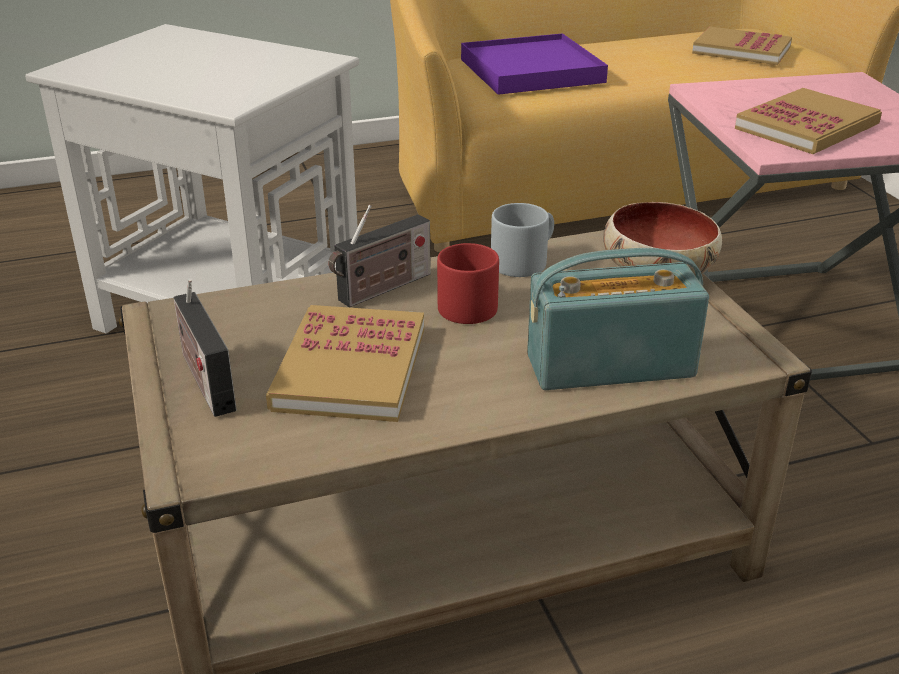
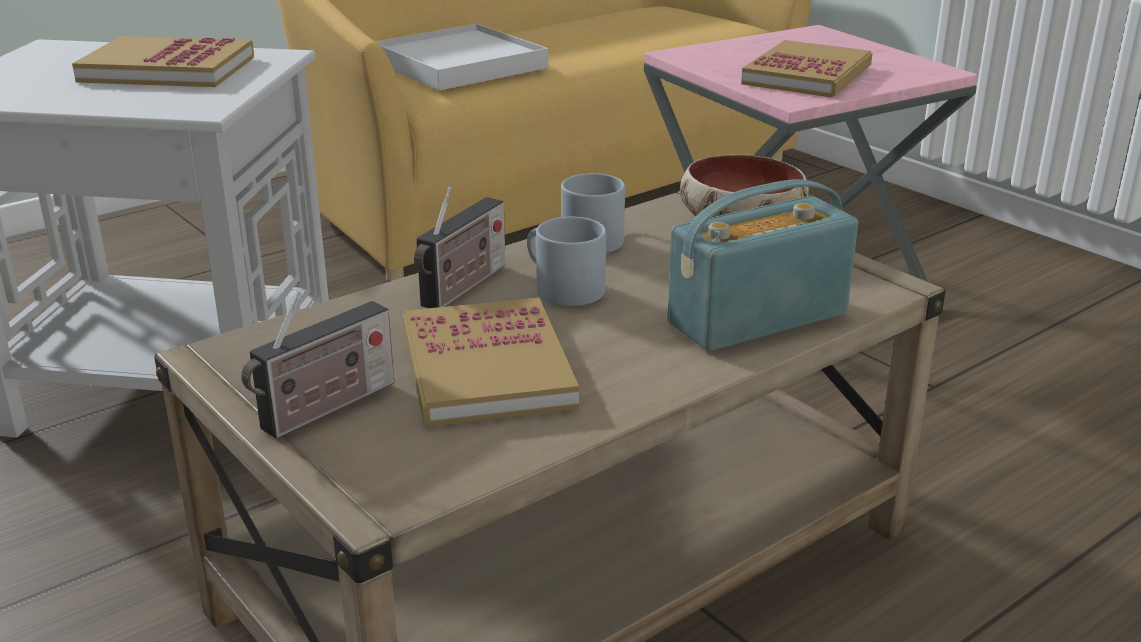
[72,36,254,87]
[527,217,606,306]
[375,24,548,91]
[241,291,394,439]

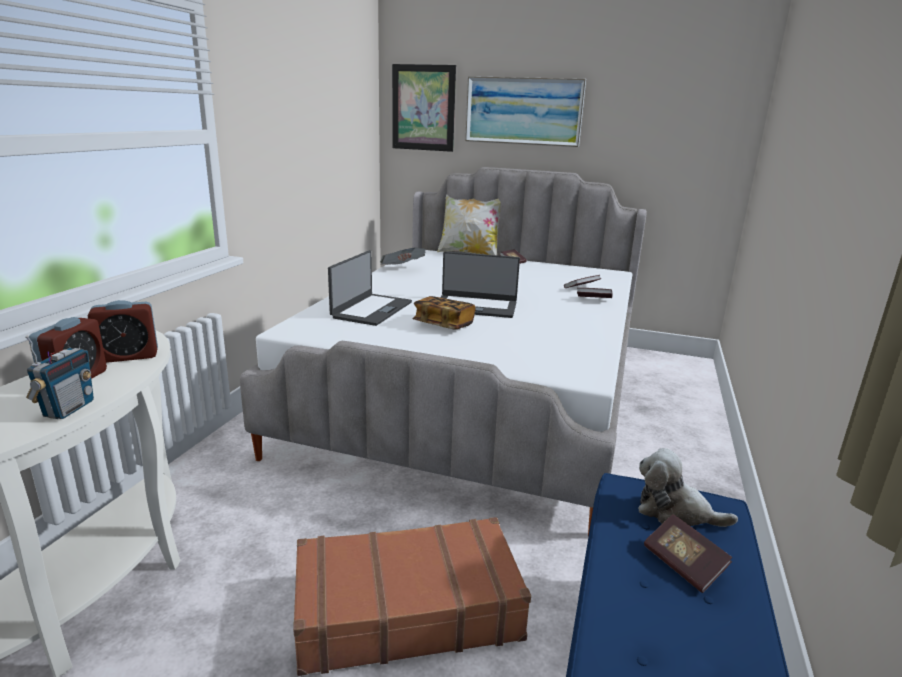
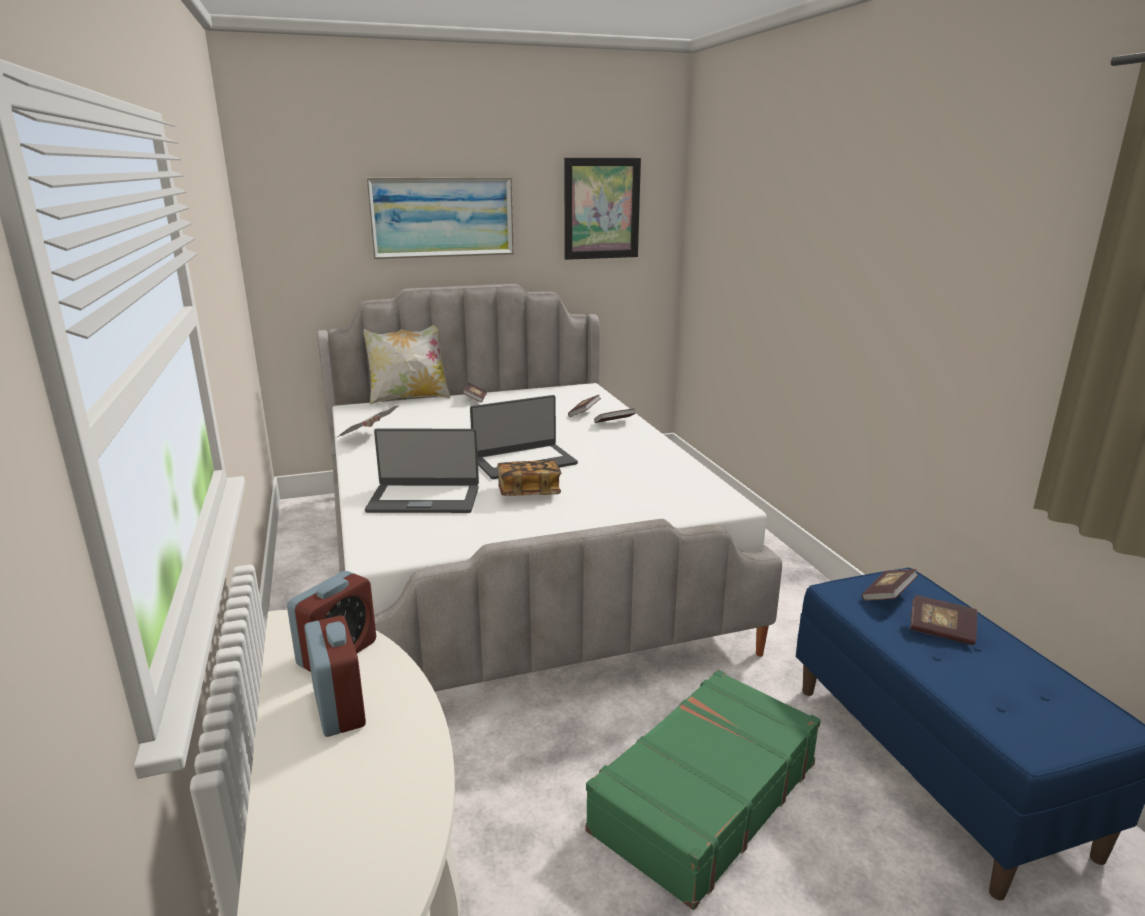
[25,335,94,419] (first image)
[564,158,641,260]
[862,569,918,600]
[585,670,821,910]
[365,429,479,513]

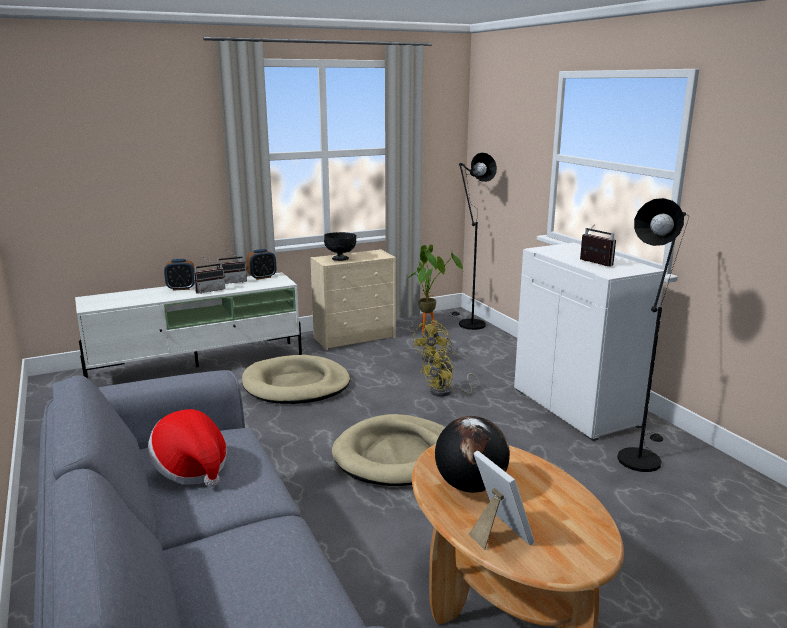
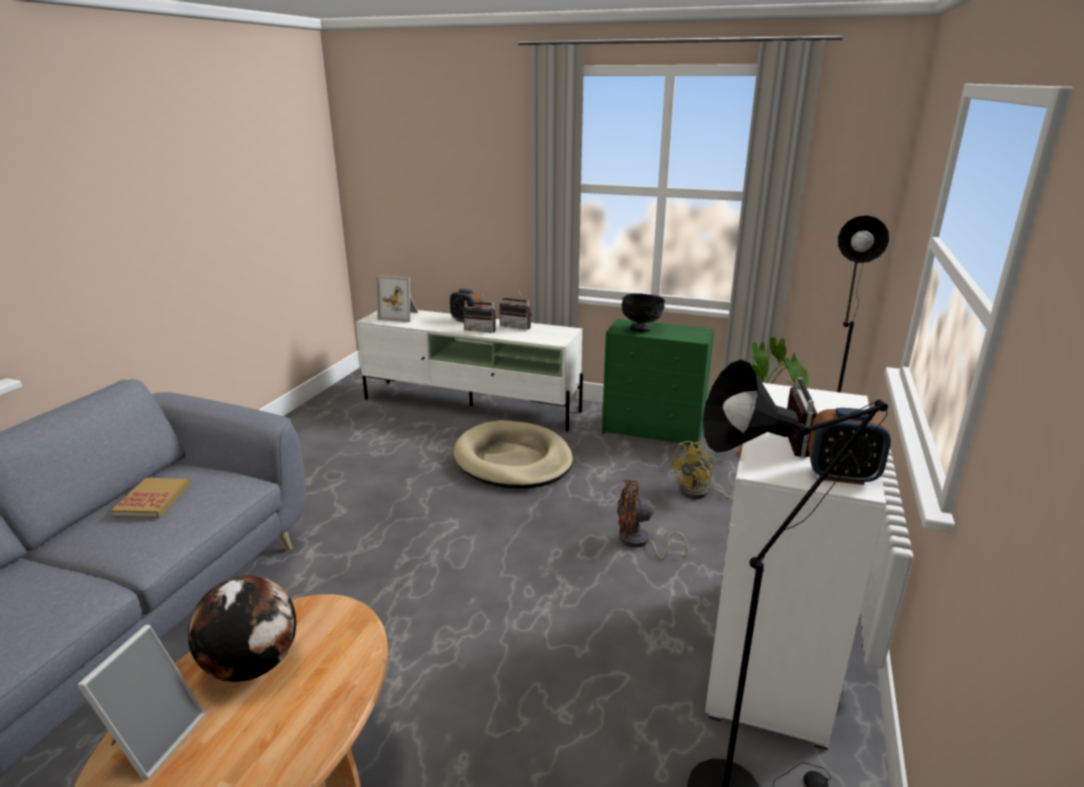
[332,414,445,486] (first image)
[376,275,419,322]
[808,408,891,485]
[111,478,190,518]
[602,318,714,448]
[617,480,688,559]

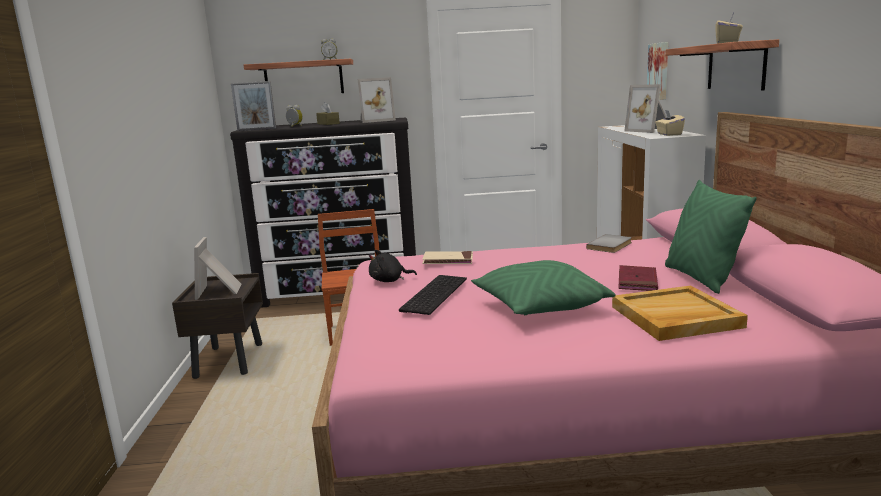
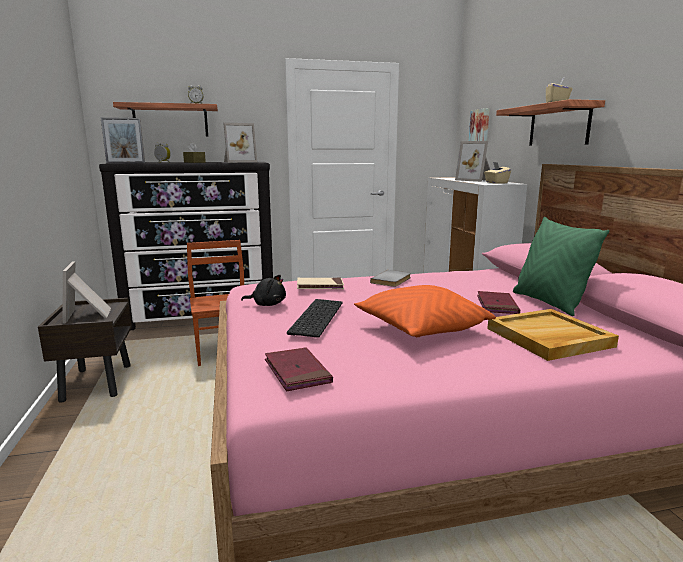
[265,347,333,391]
[370,270,411,287]
[354,285,496,337]
[241,275,286,306]

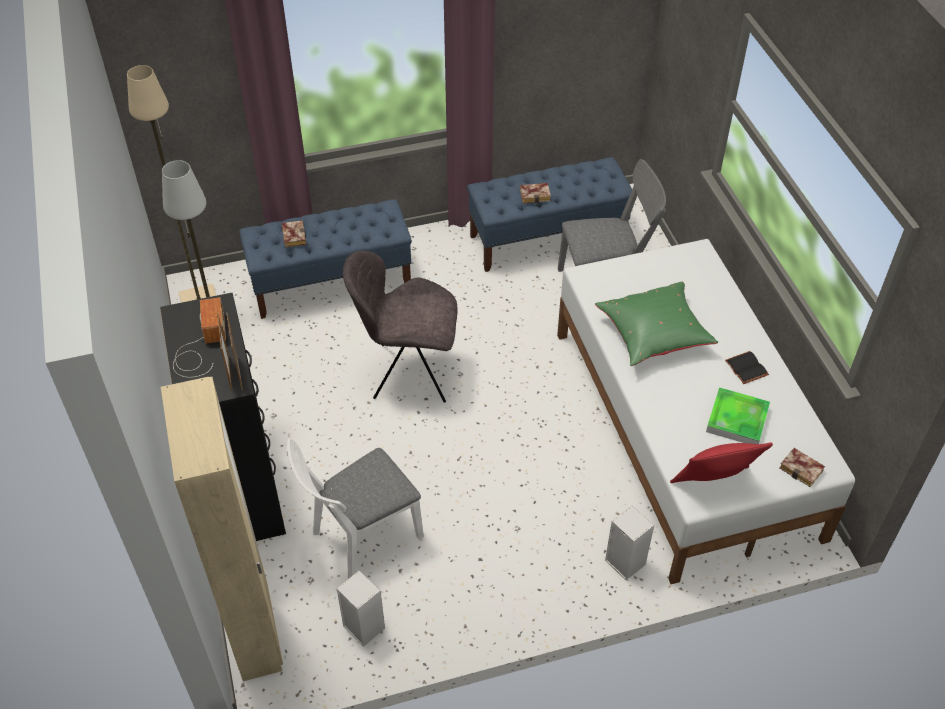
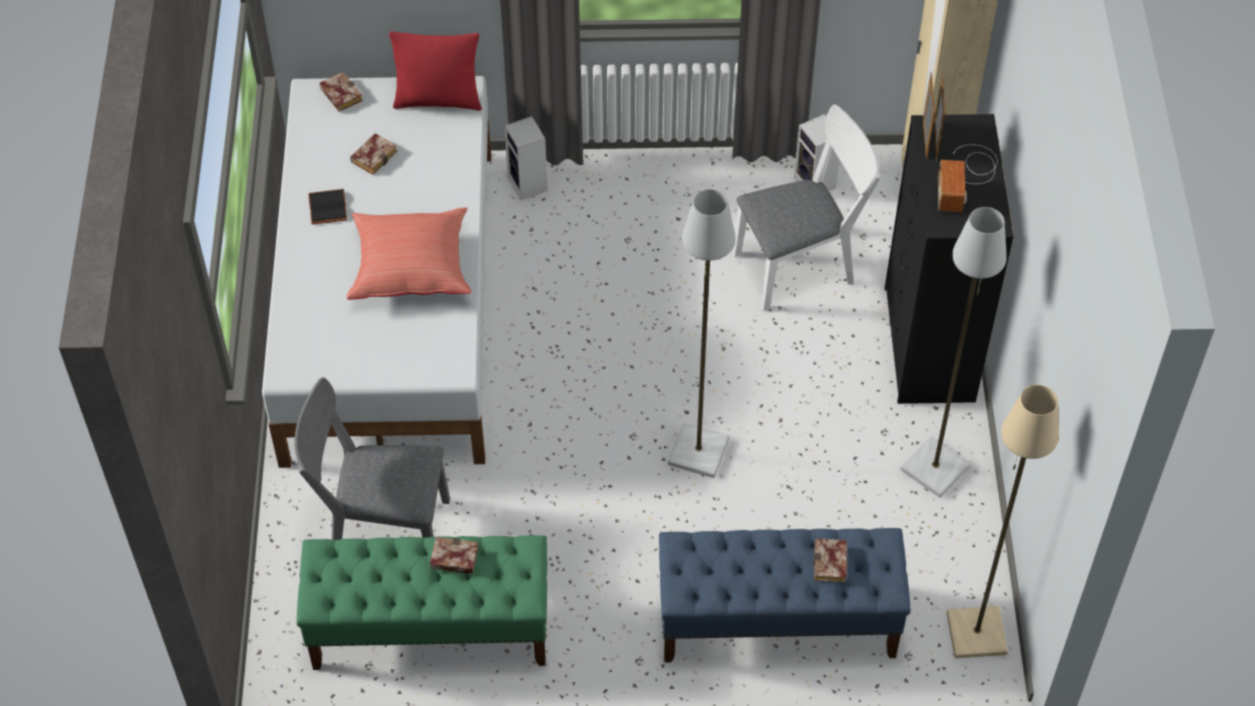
[668,189,736,478]
[350,133,397,175]
[297,535,547,670]
[346,207,471,300]

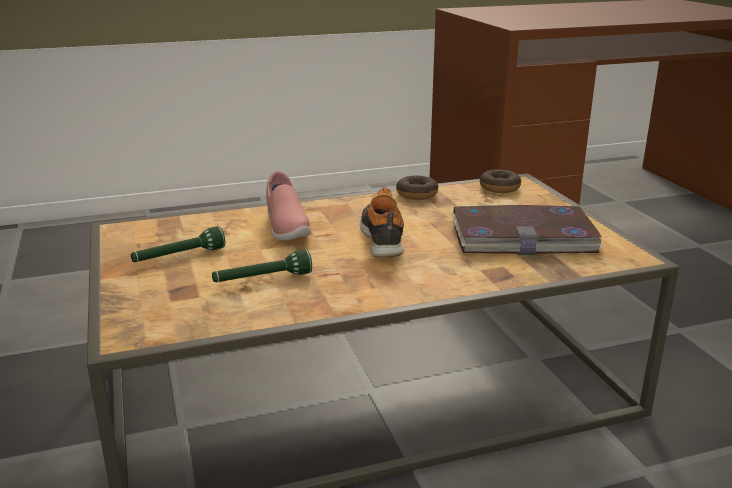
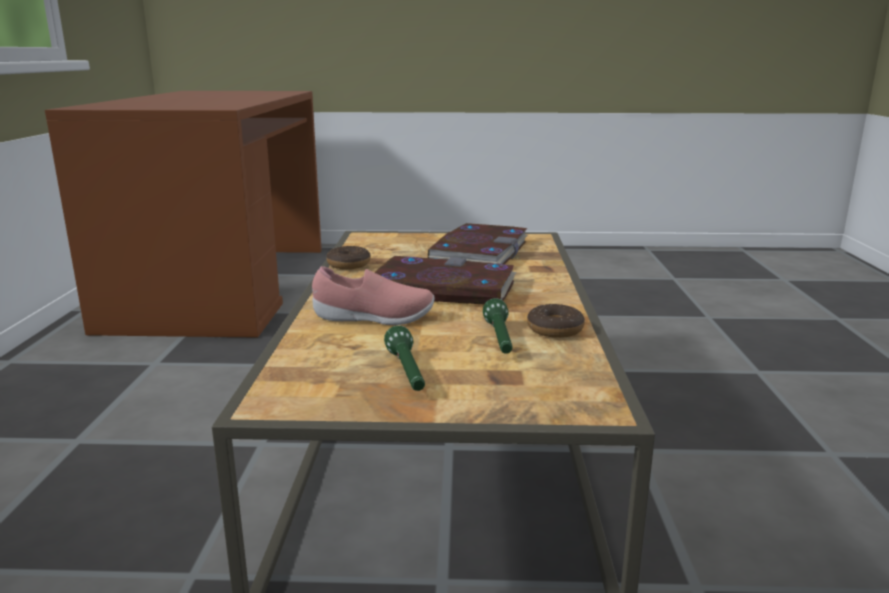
[527,304,585,338]
[374,256,516,304]

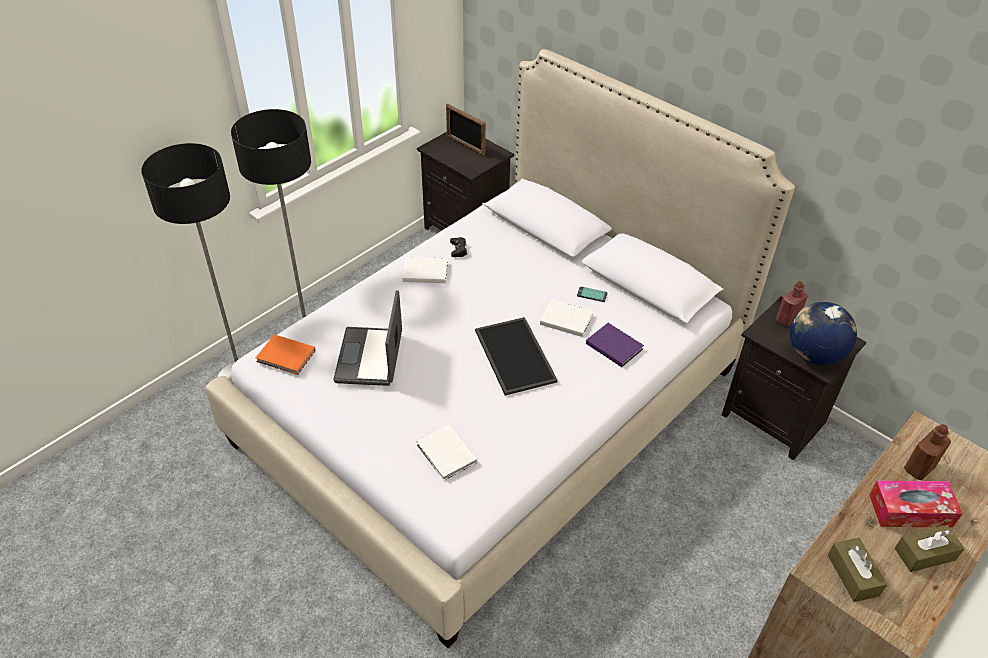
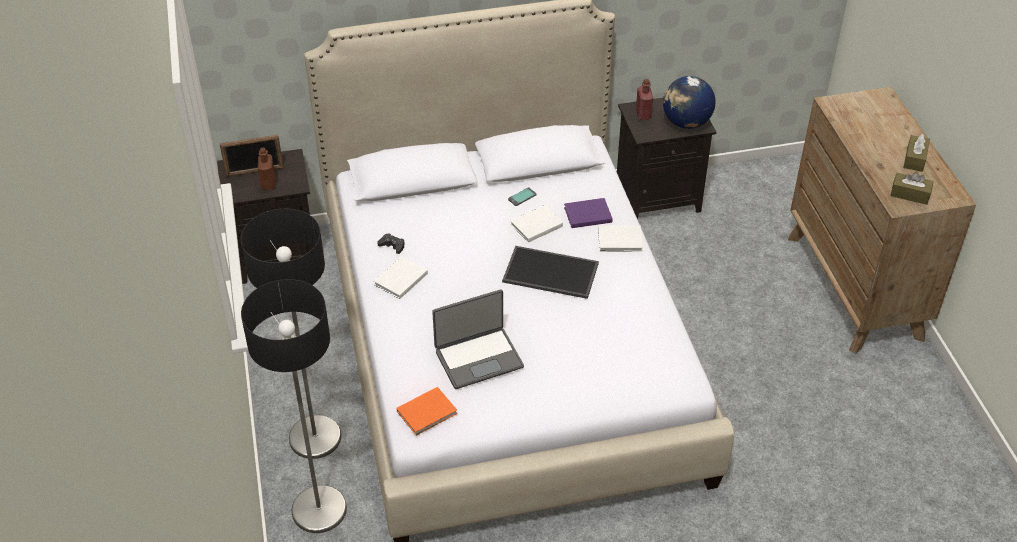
[869,480,963,528] (first image)
[598,226,643,252]
[258,147,275,190]
[432,289,524,389]

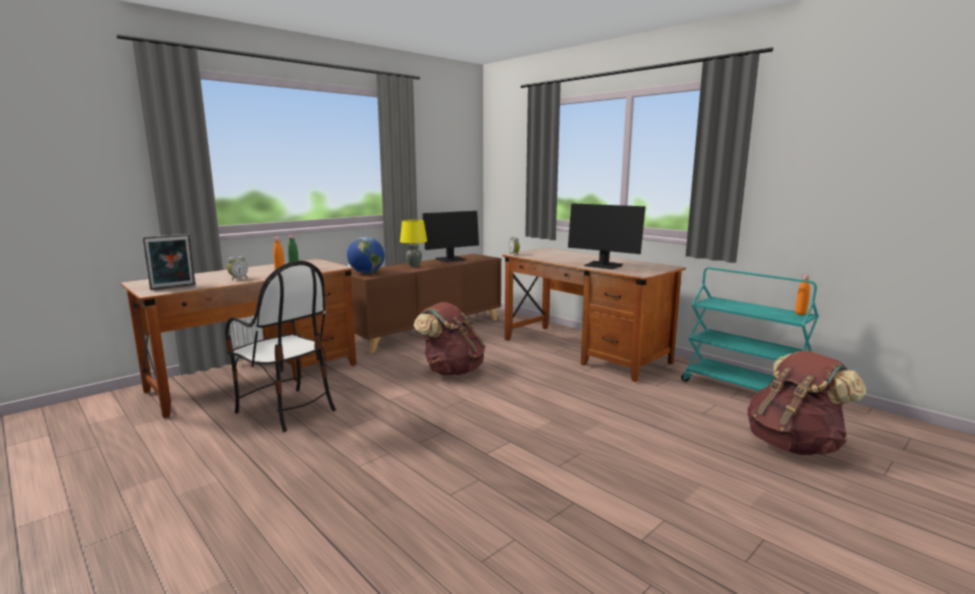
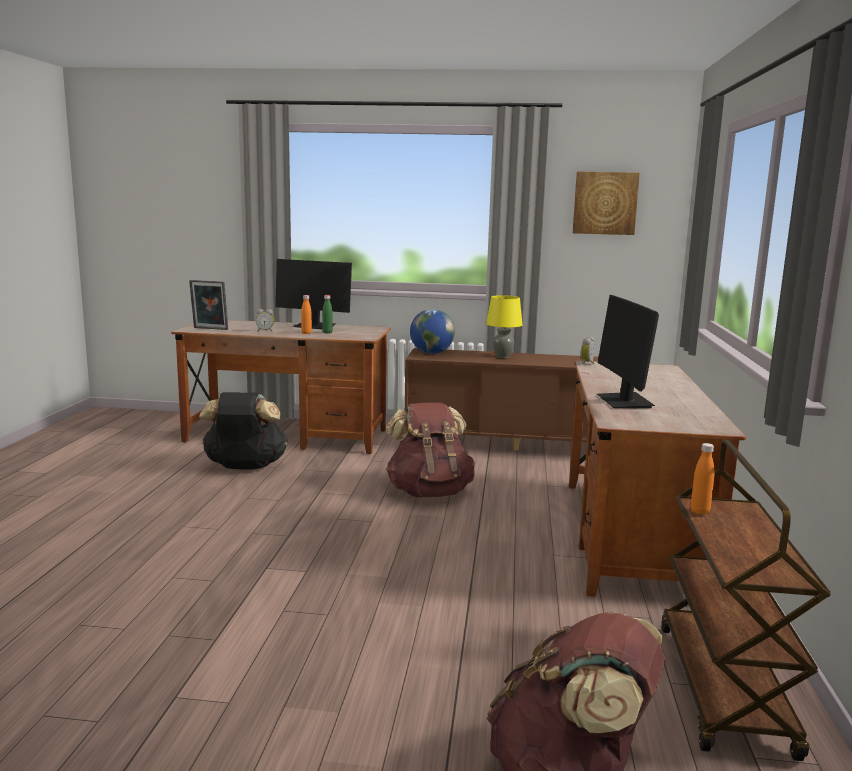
[573,171,640,235]
[275,259,352,329]
[691,443,714,515]
[199,392,288,469]
[661,440,831,761]

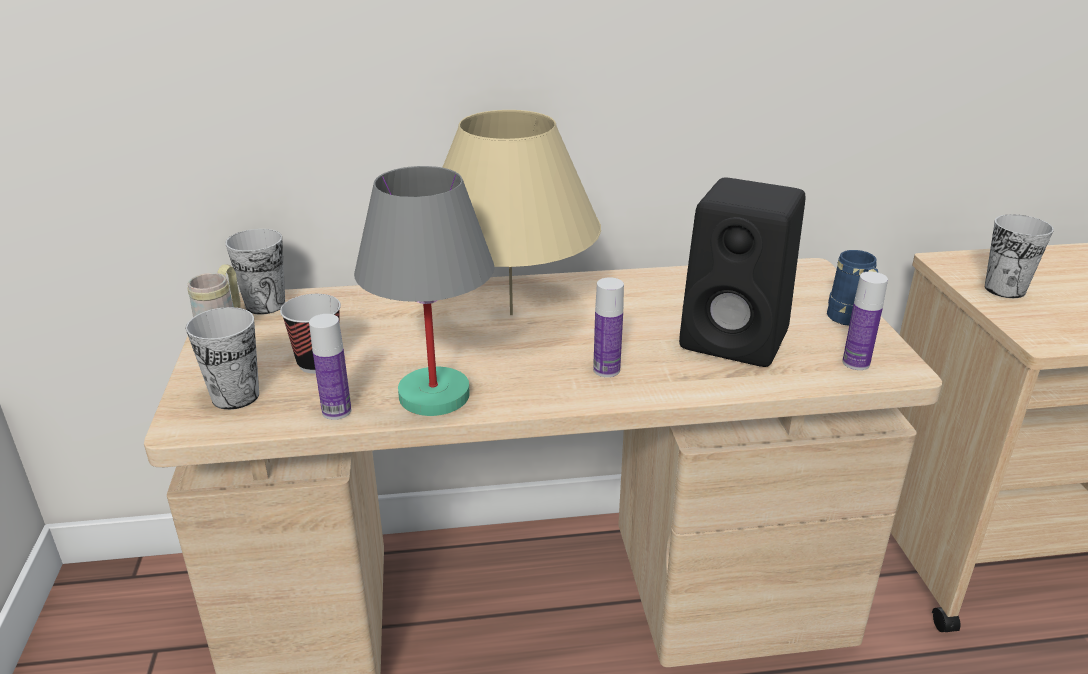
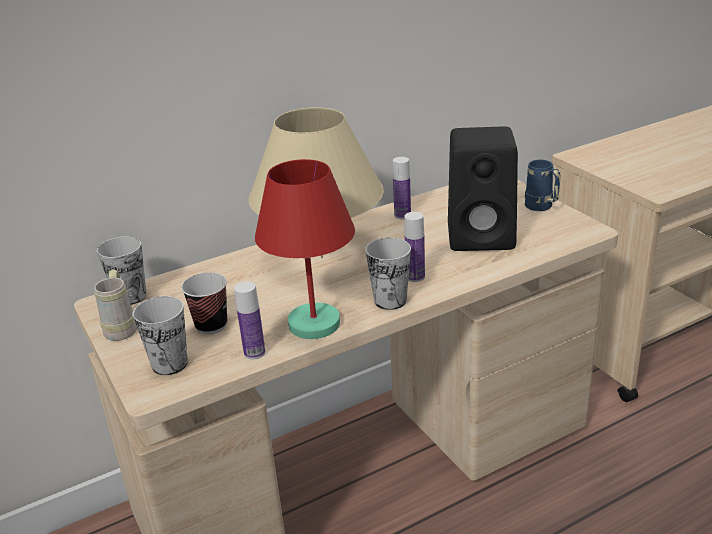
[393,157,411,219]
[365,238,411,310]
[255,159,355,339]

